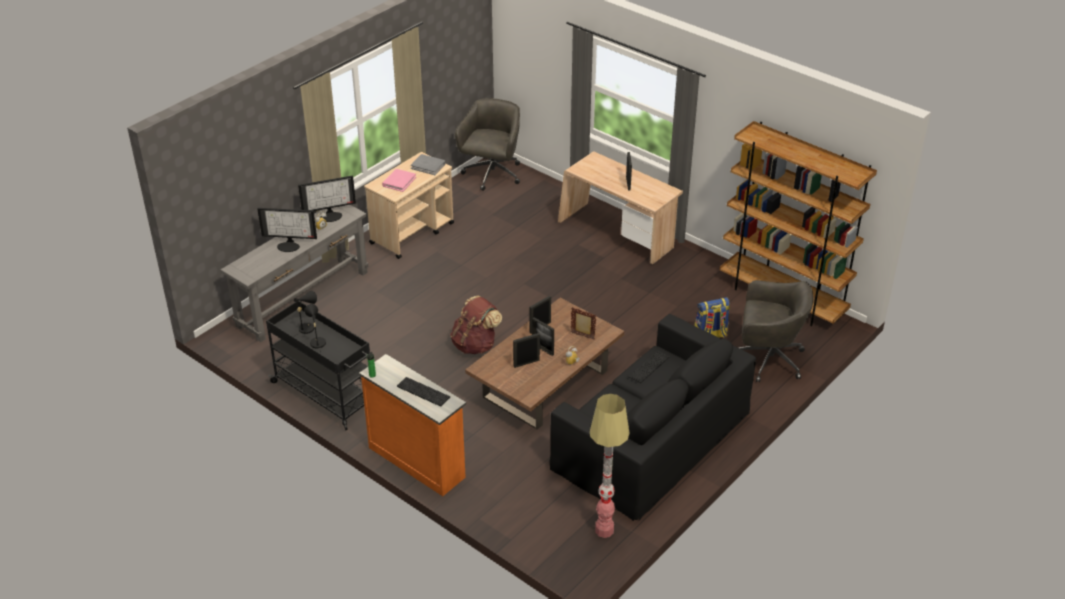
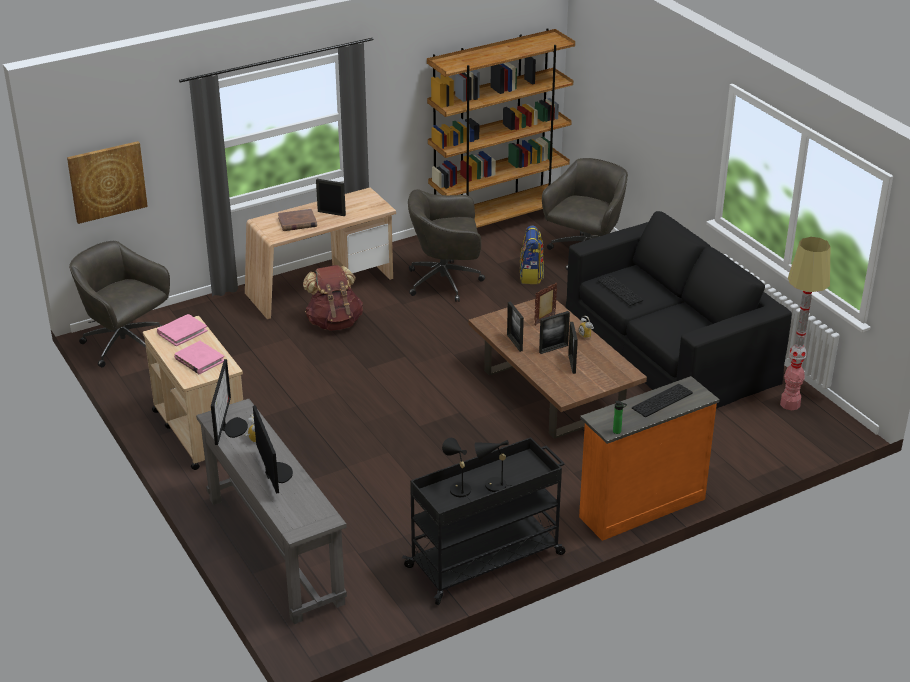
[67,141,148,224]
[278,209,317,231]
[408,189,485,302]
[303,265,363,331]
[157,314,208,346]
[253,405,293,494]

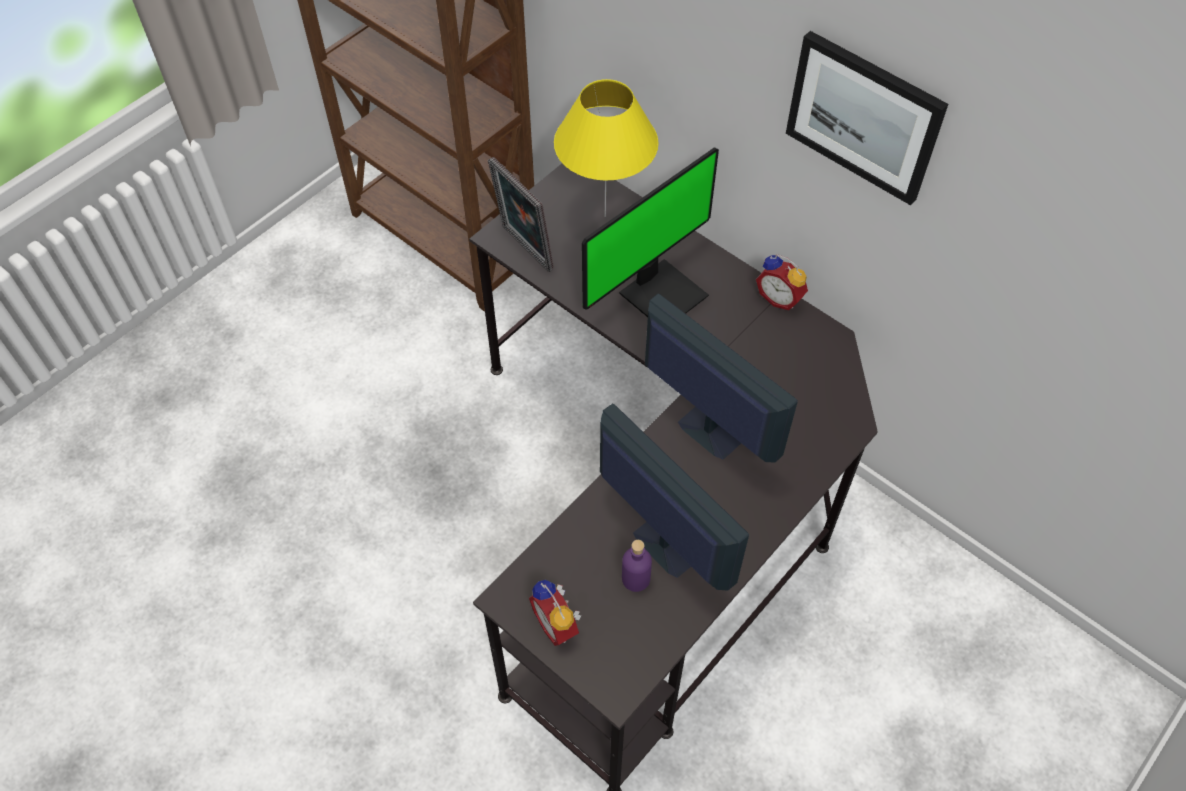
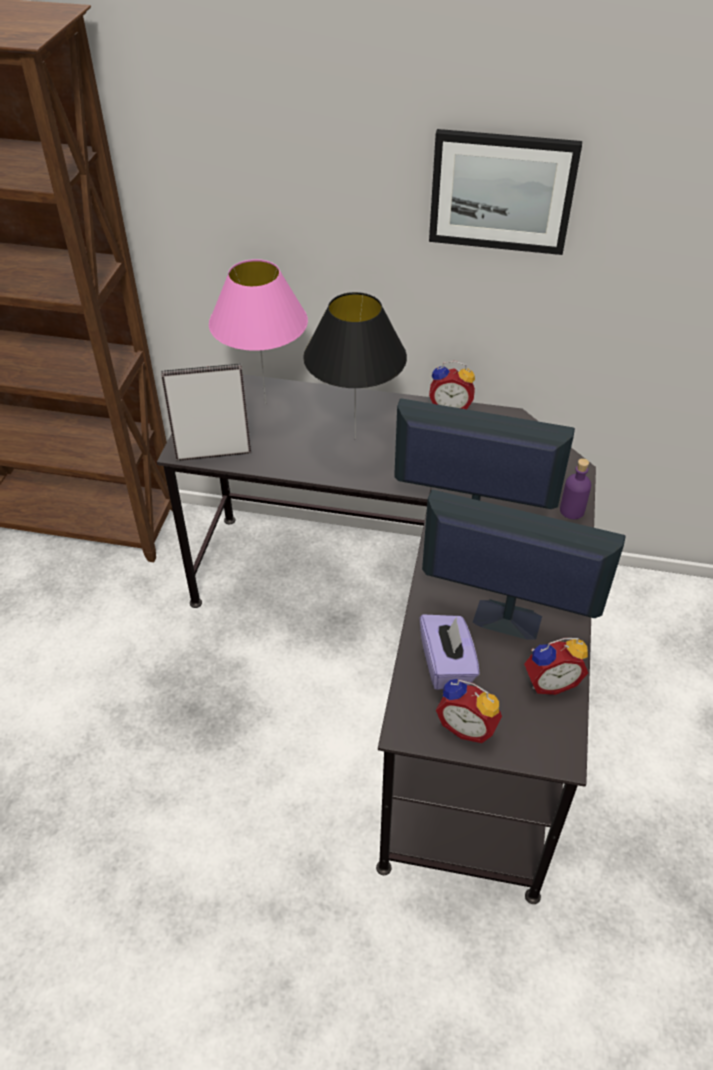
[420,614,480,690]
[524,638,588,695]
[560,458,591,519]
[303,292,407,440]
[209,259,308,404]
[161,363,251,461]

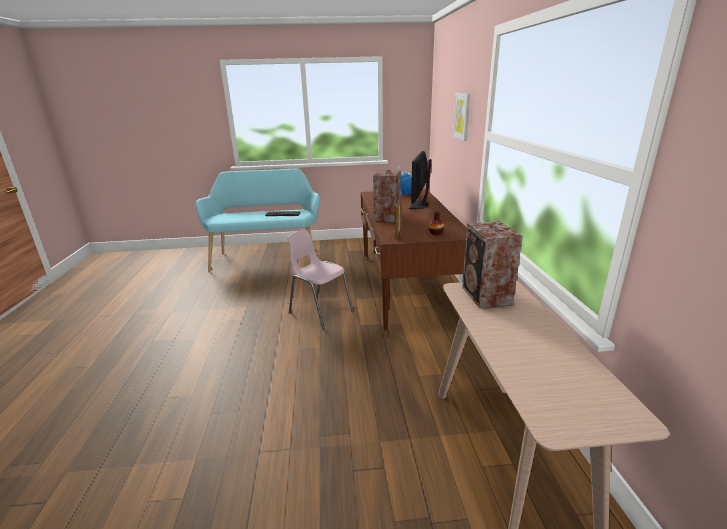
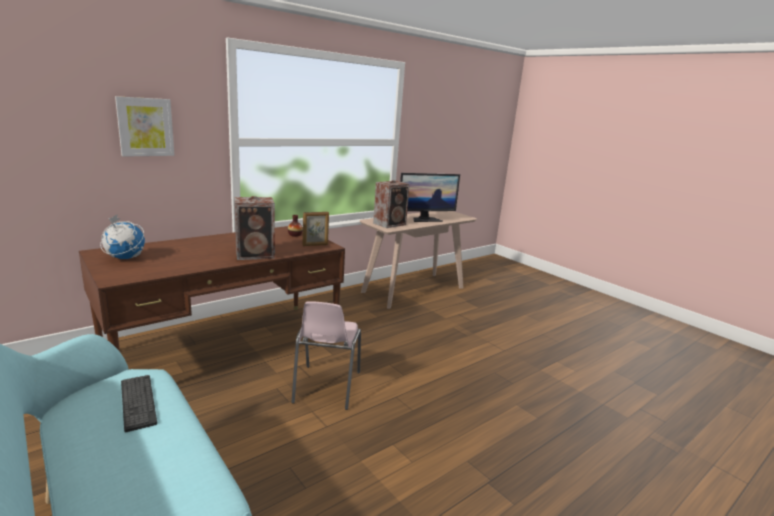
[400,173,460,222]

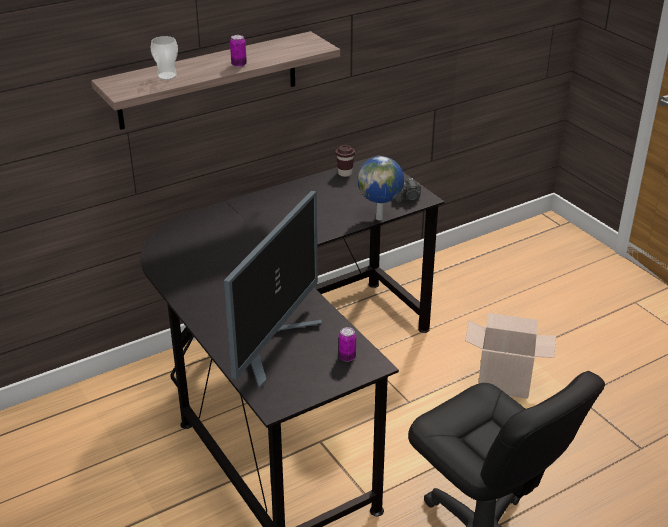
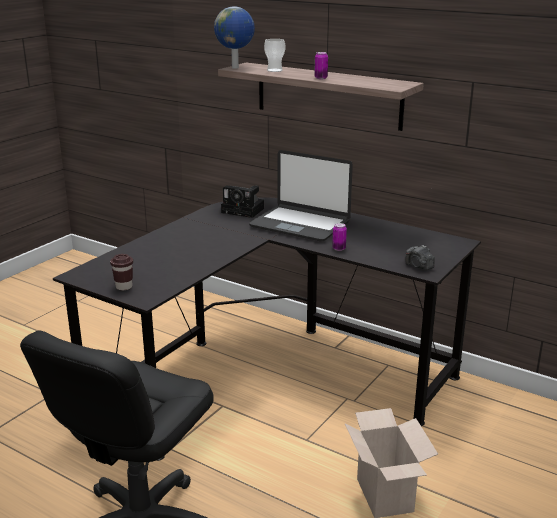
[224,190,322,389] (first image)
[221,185,264,218]
[249,150,353,242]
[110,254,133,290]
[332,223,347,251]
[214,6,255,69]

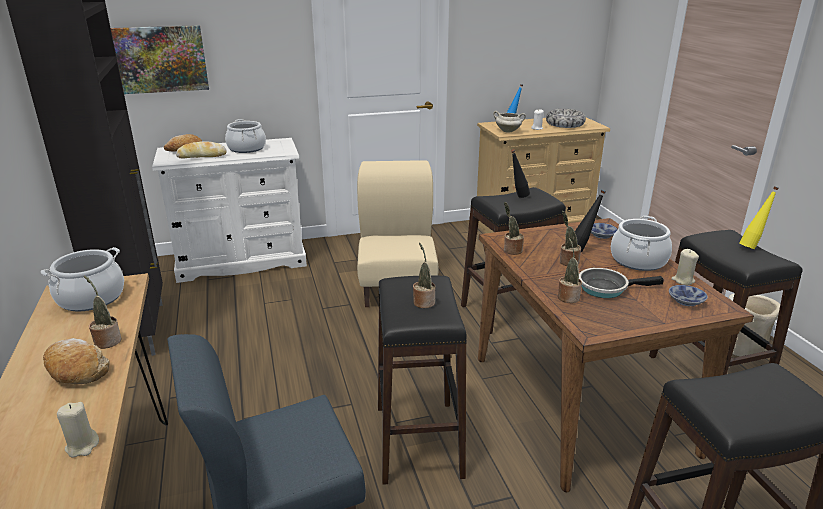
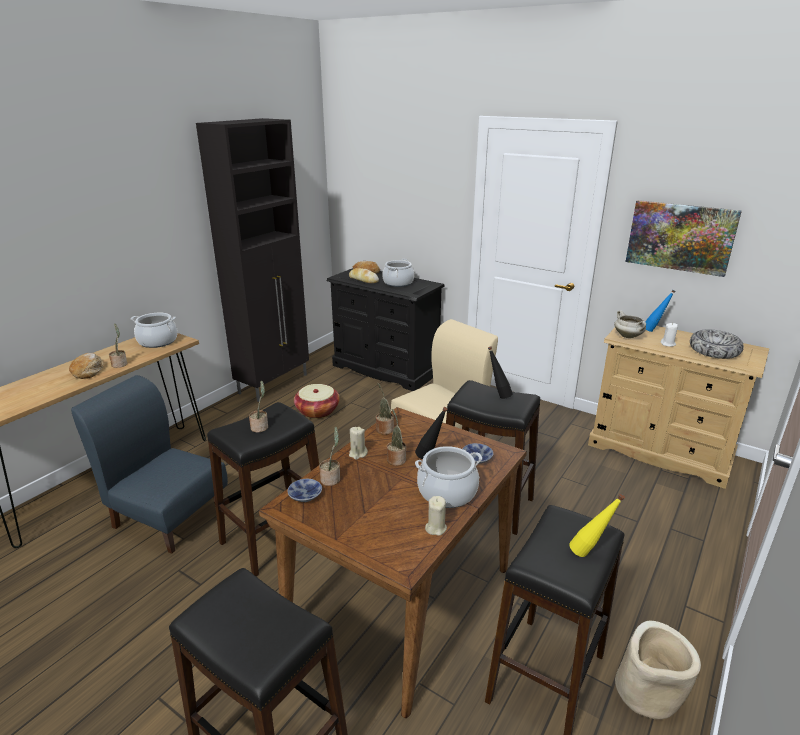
[579,268,664,298] (first image)
[294,384,340,419]
[349,427,368,460]
[626,200,742,277]
[288,479,322,502]
[327,268,444,391]

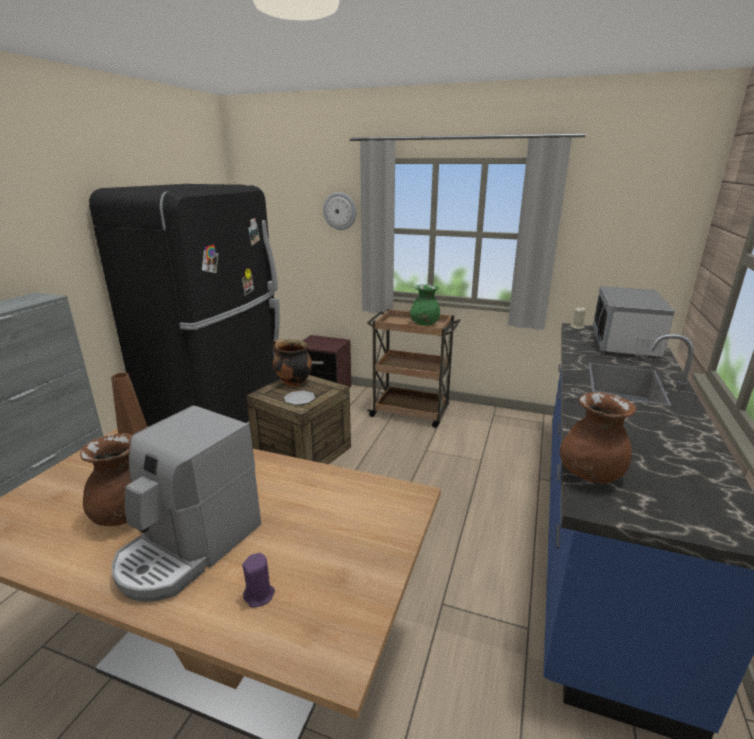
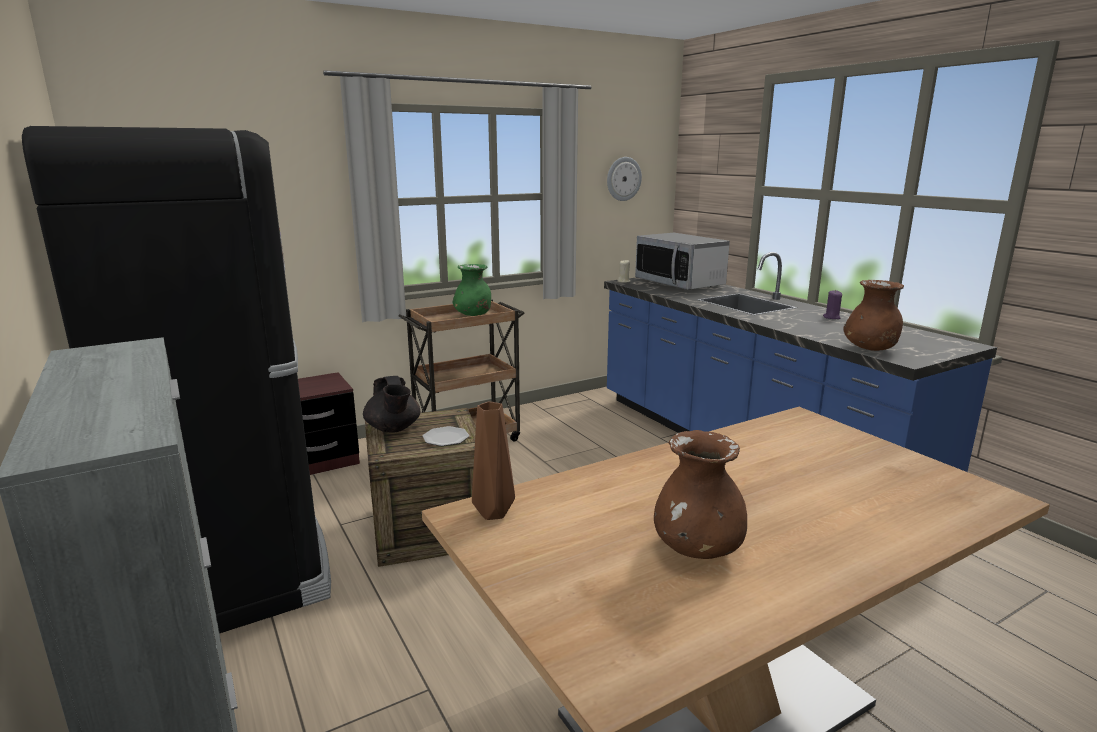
[112,405,261,602] (first image)
[823,290,842,319]
[607,157,642,201]
[363,376,420,433]

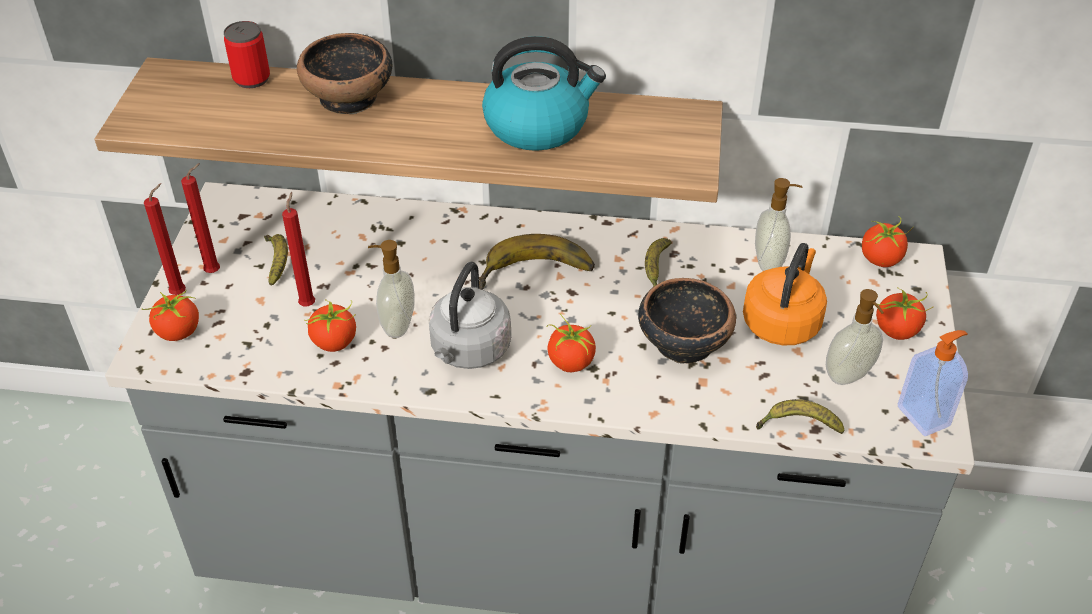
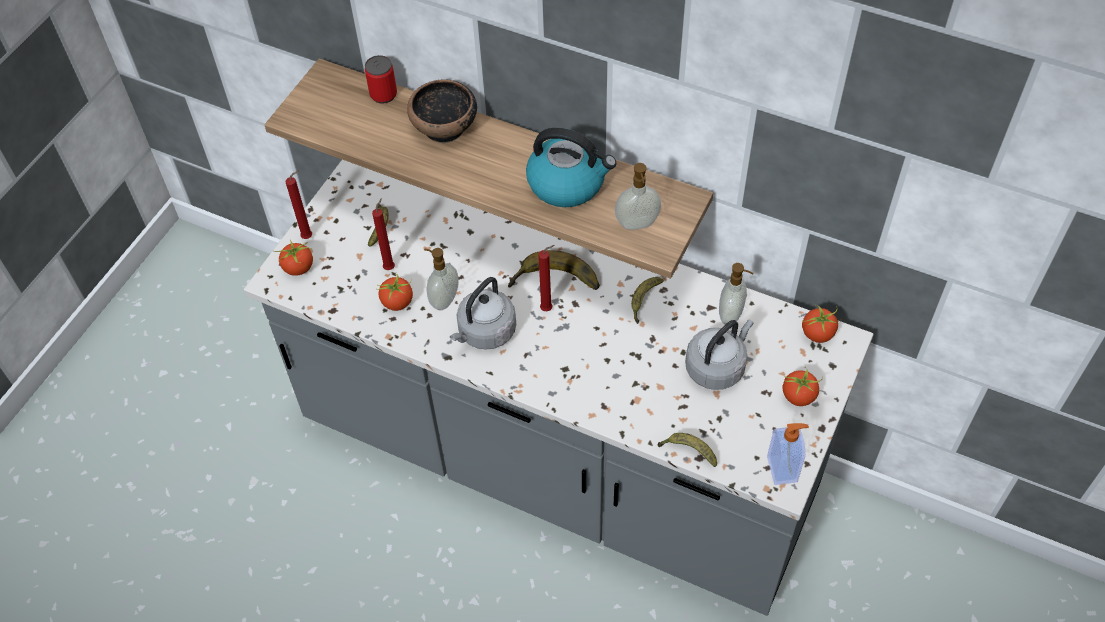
[546,313,596,372] (first image)
[638,278,736,364] (first image)
[538,245,554,311]
[615,163,661,230]
[685,320,754,390]

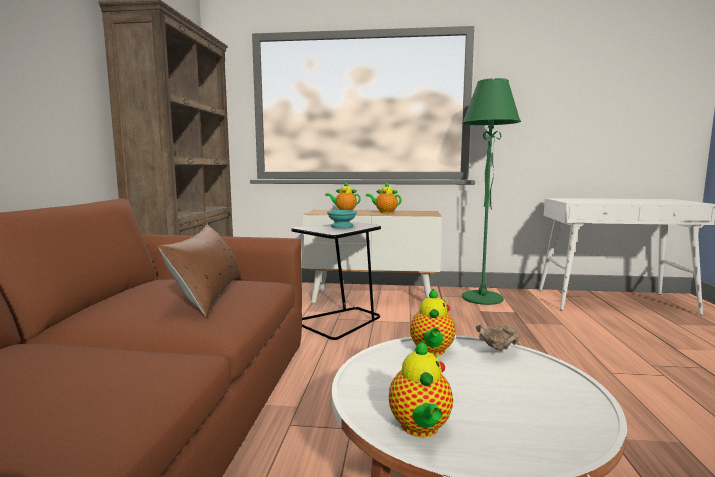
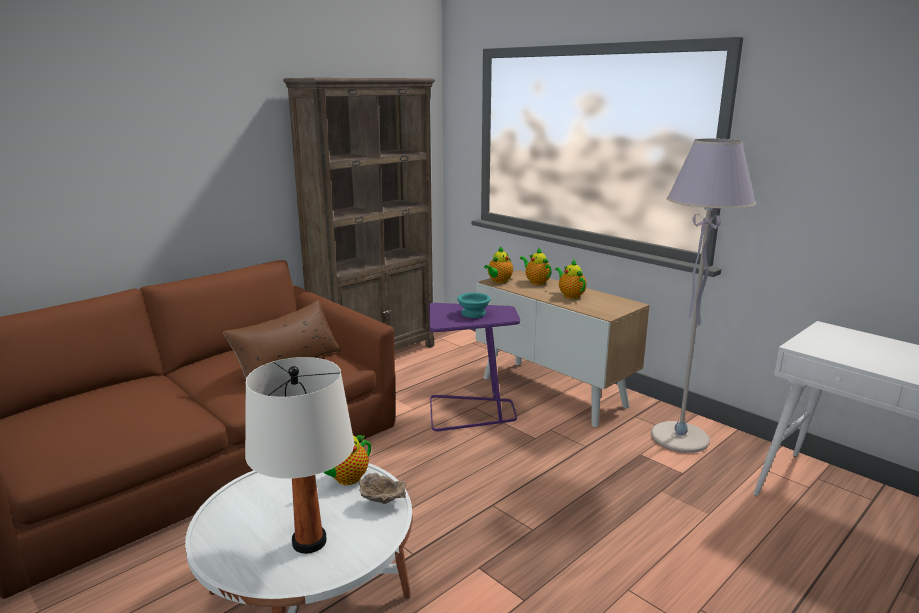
[245,357,355,554]
[484,246,513,283]
[429,303,520,431]
[651,138,756,453]

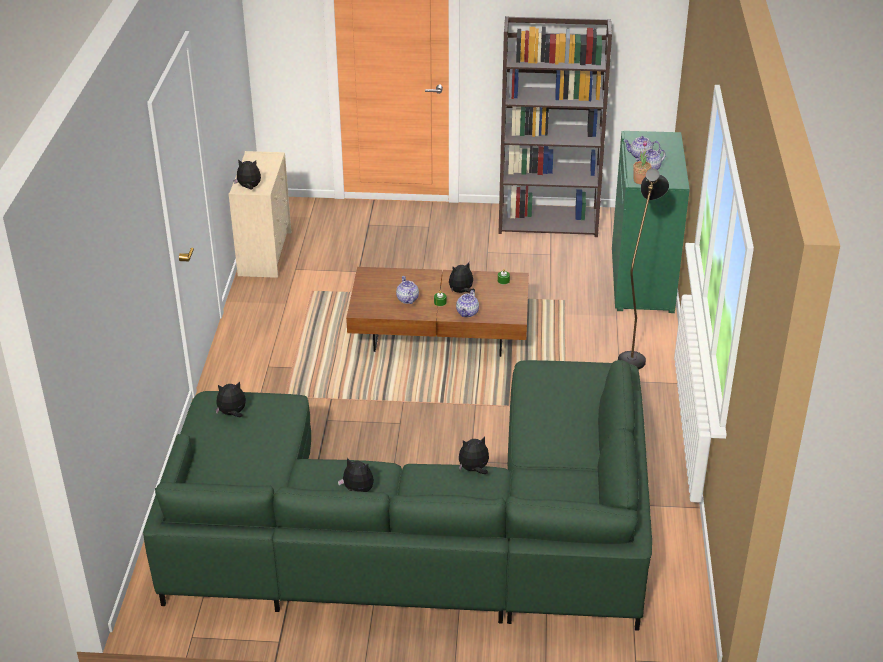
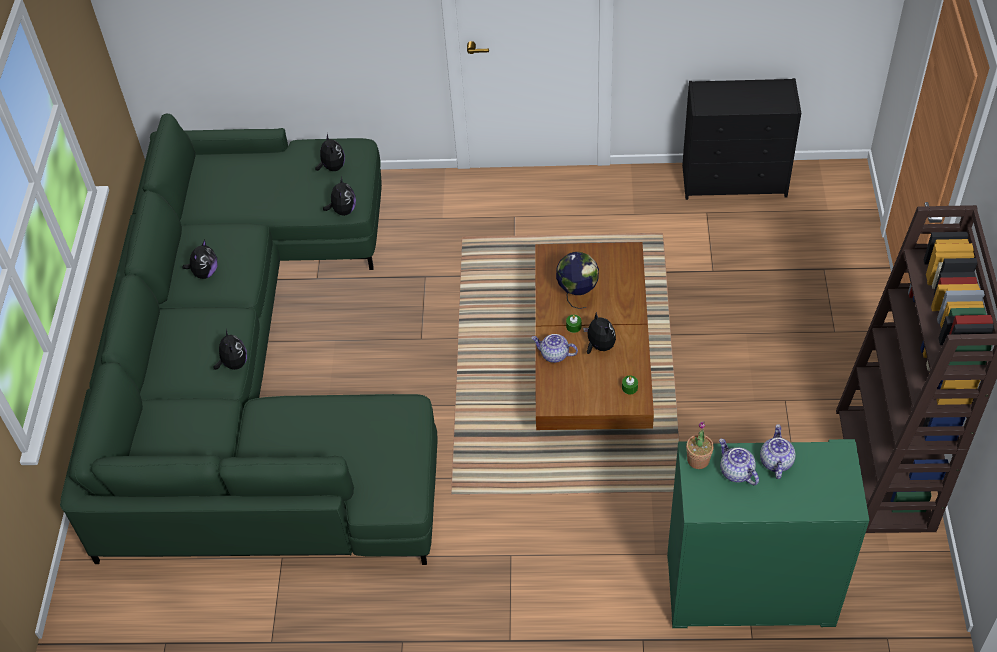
[618,169,669,370] (first image)
[323,177,356,216]
[556,252,599,309]
[682,78,801,200]

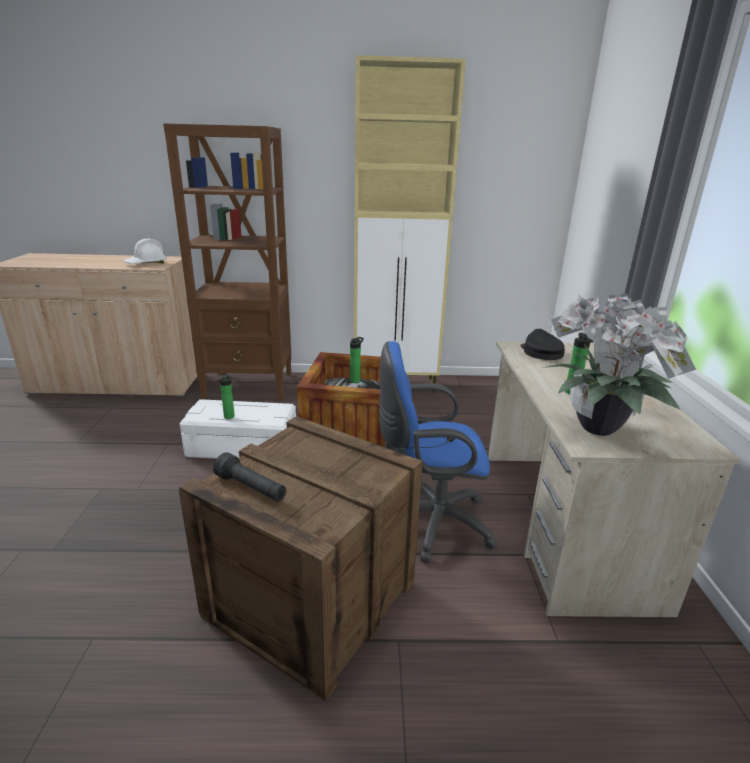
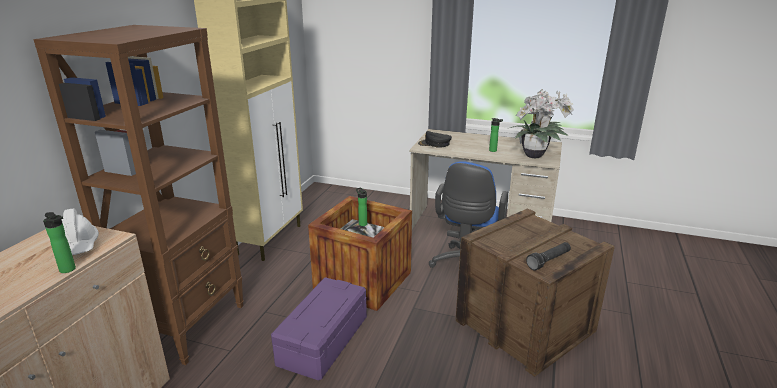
[43,212,76,273]
[271,277,367,380]

